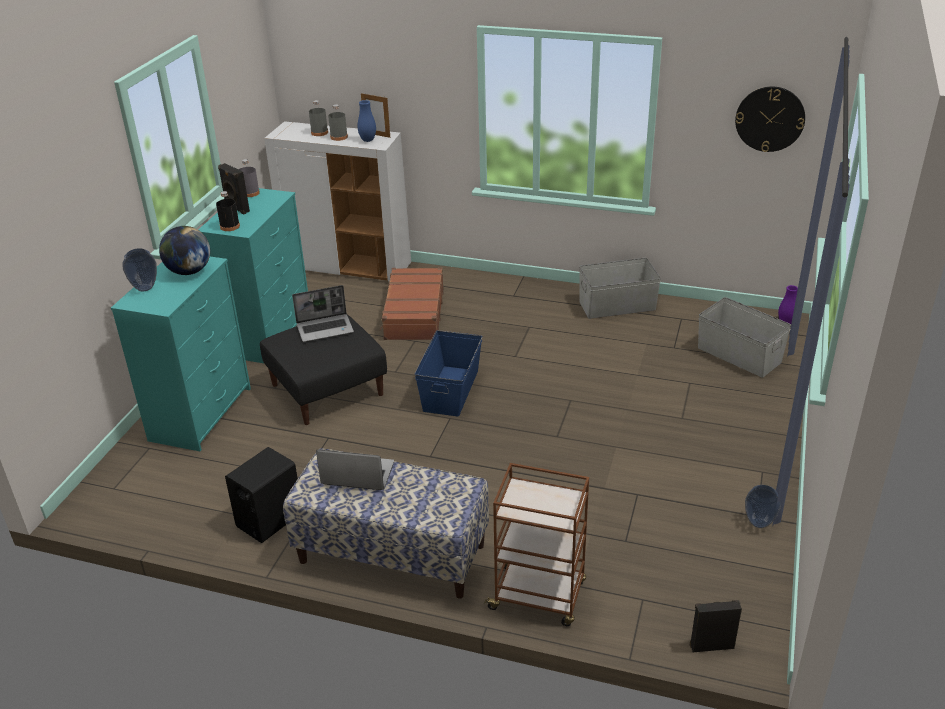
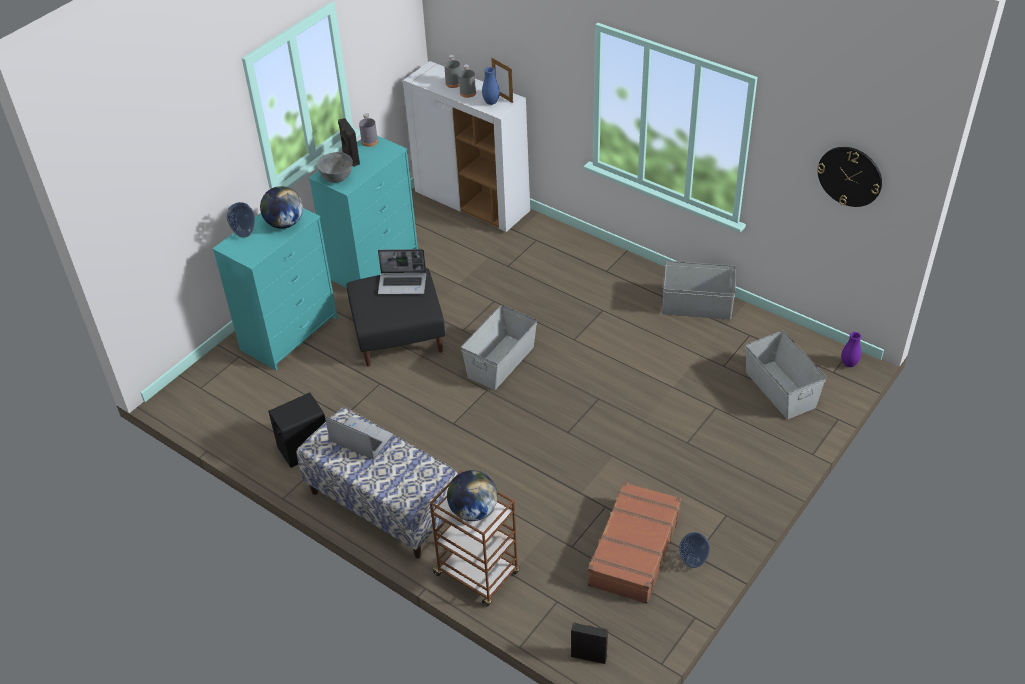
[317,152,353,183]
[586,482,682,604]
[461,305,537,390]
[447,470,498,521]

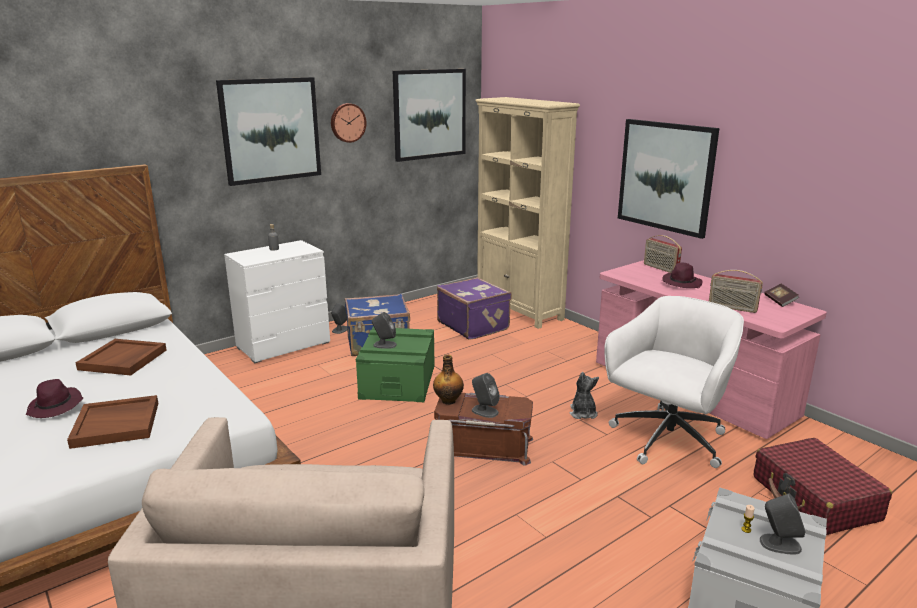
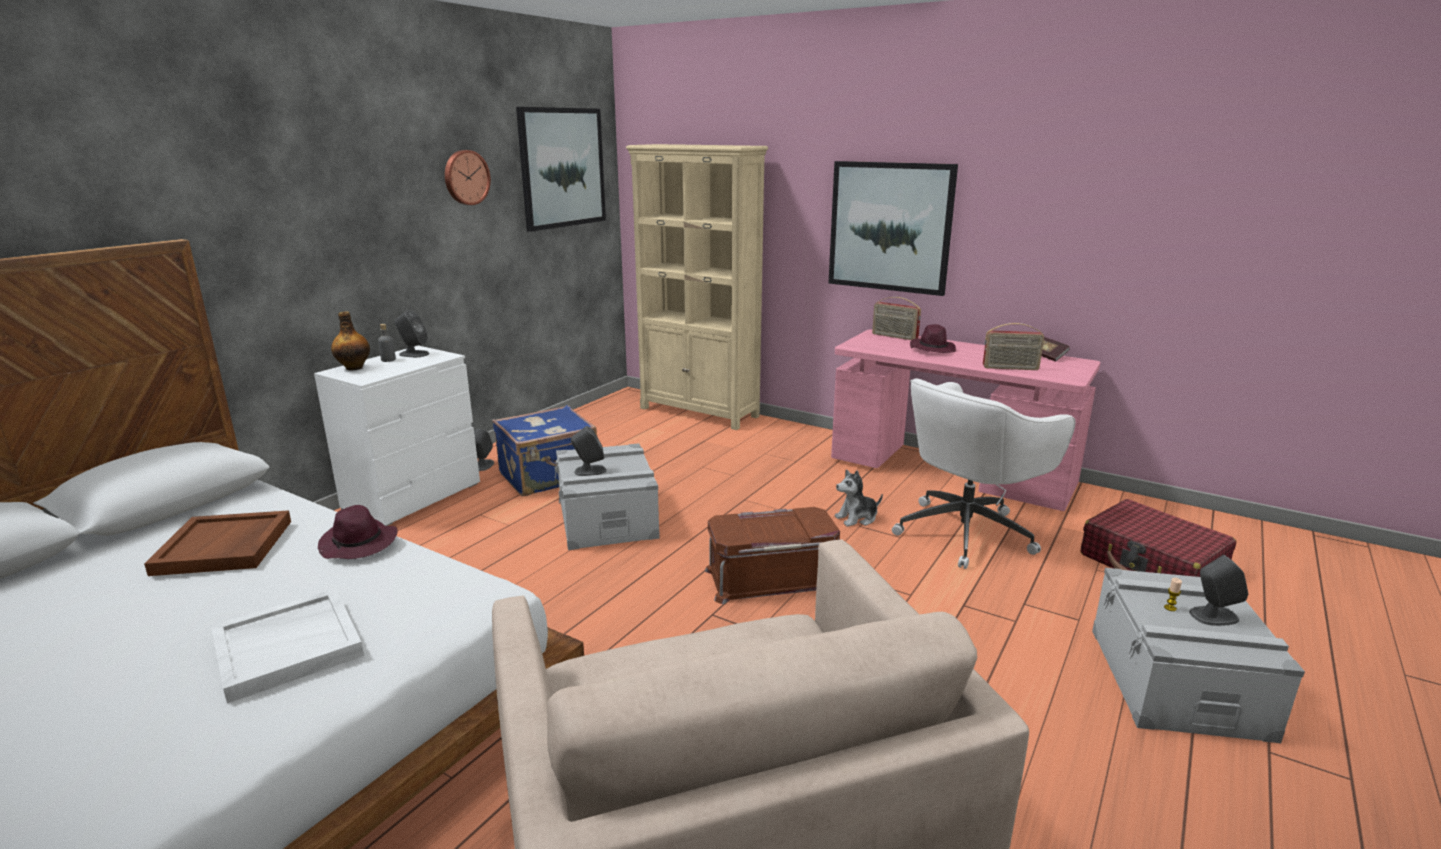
[318,505,398,559]
[211,588,364,704]
[216,77,321,186] (first image)
[555,443,660,550]
[331,311,370,371]
[437,277,512,340] (first image)
[394,310,429,357]
[835,469,883,527]
[892,378,1075,569]

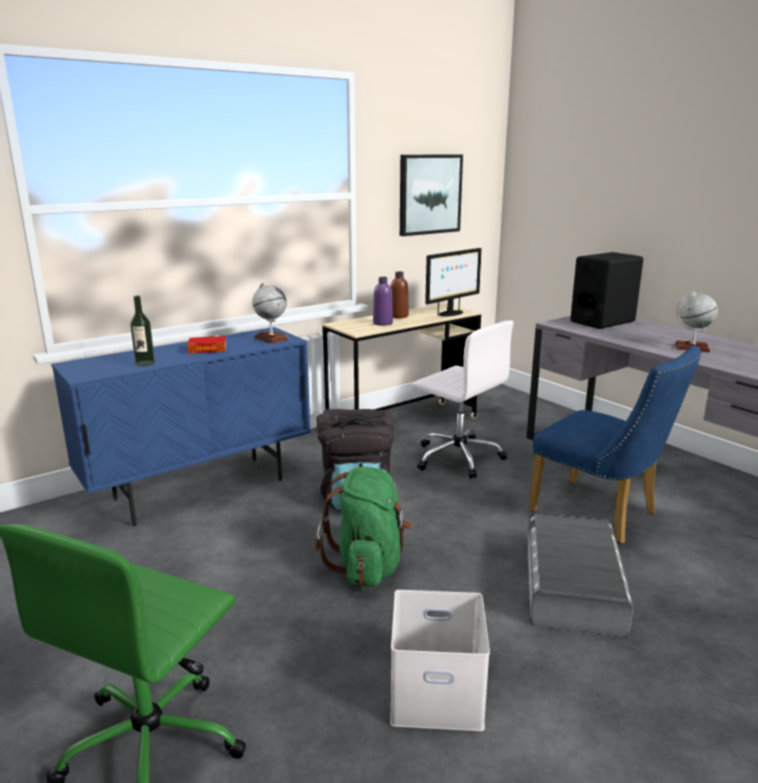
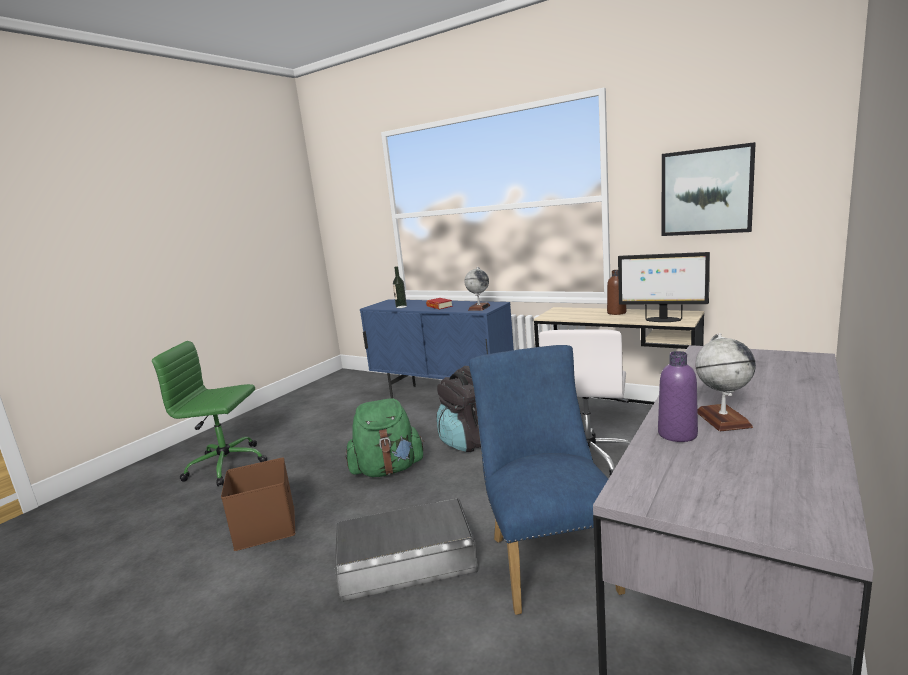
[658,351,698,442]
[221,458,295,551]
[469,345,625,615]
[570,252,643,329] (first image)

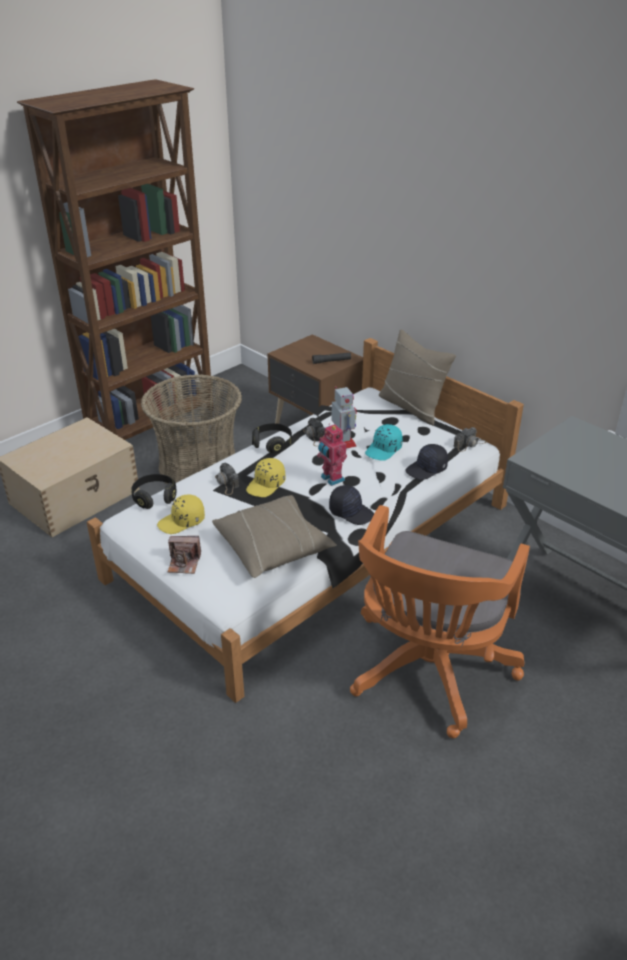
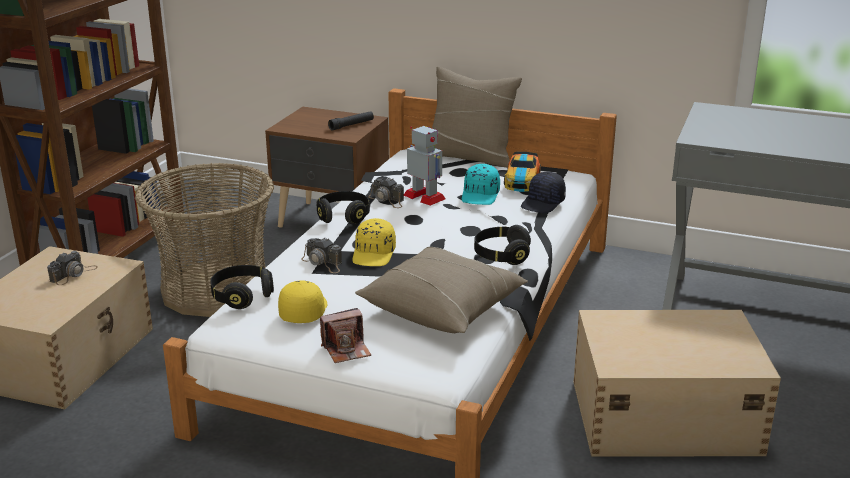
[278,280,328,323]
[317,423,347,486] (first image)
[474,225,531,265]
[573,310,781,457]
[47,251,98,285]
[504,152,541,192]

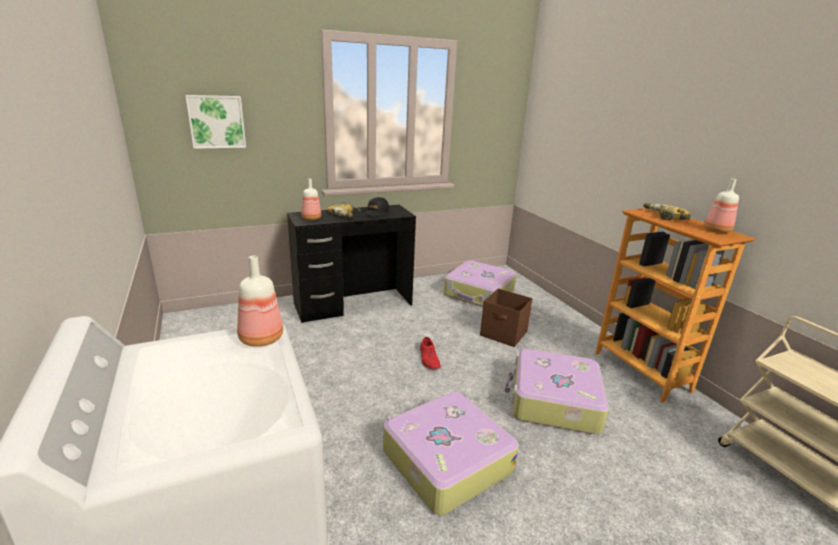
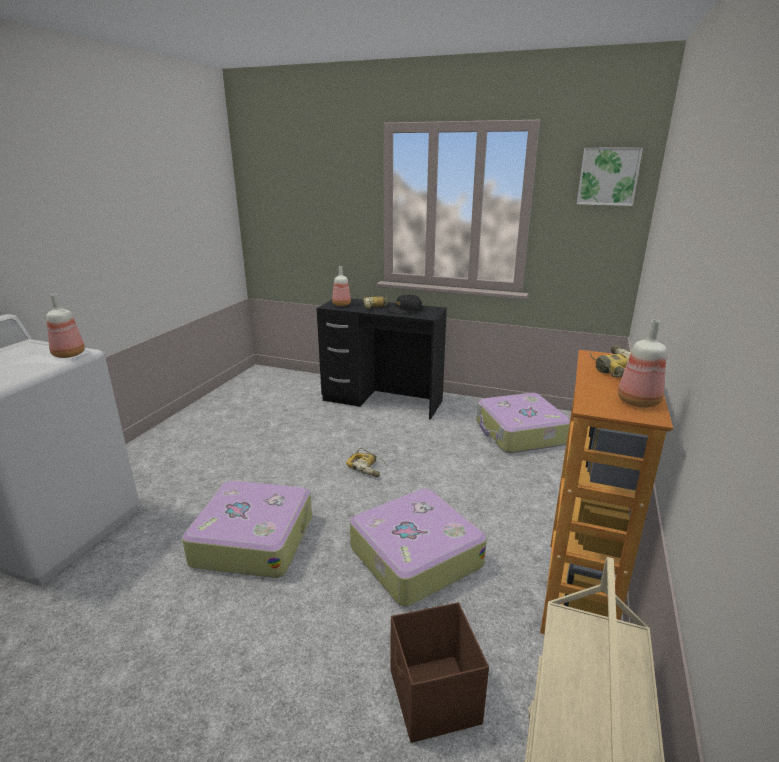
[577,147,643,206]
[346,448,386,477]
[391,602,489,743]

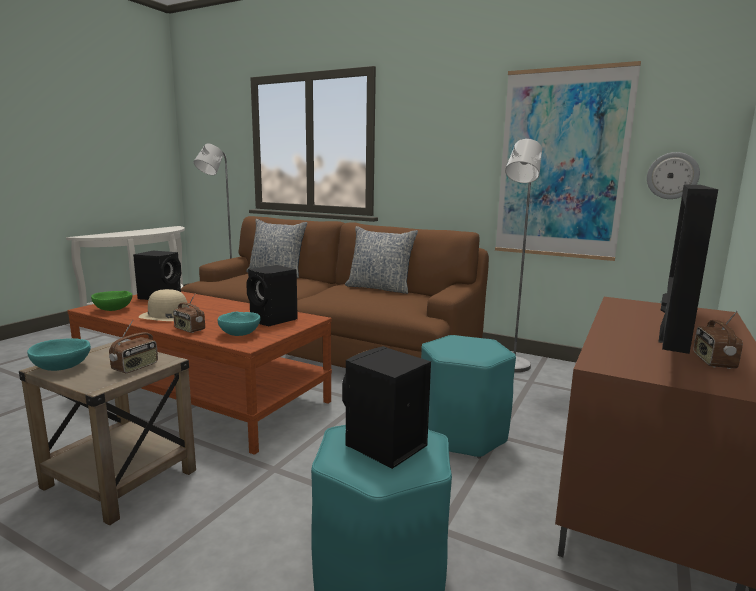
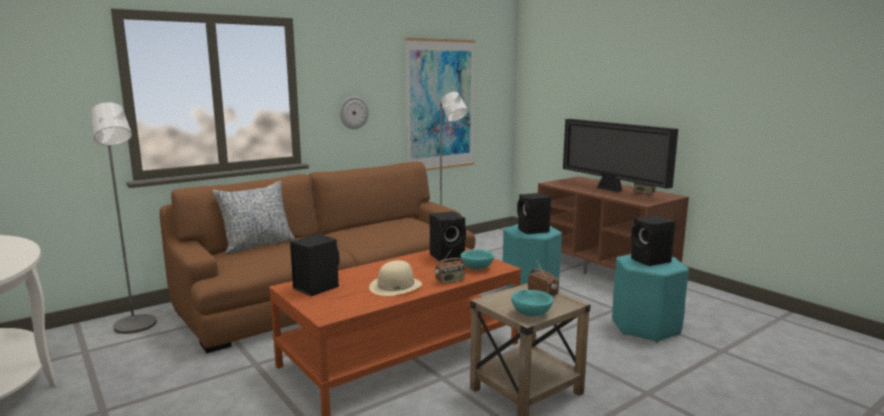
[91,291,132,311] (first image)
[345,226,418,294] (first image)
[340,96,369,129]
[517,193,551,234]

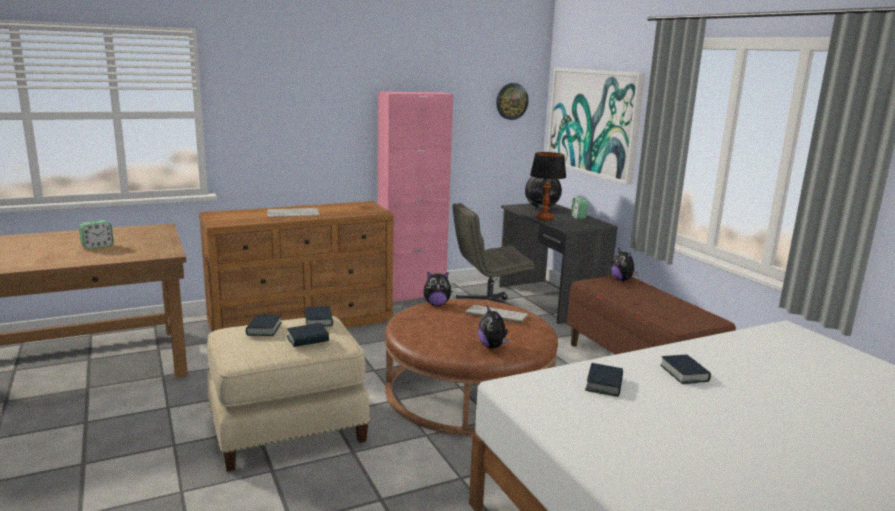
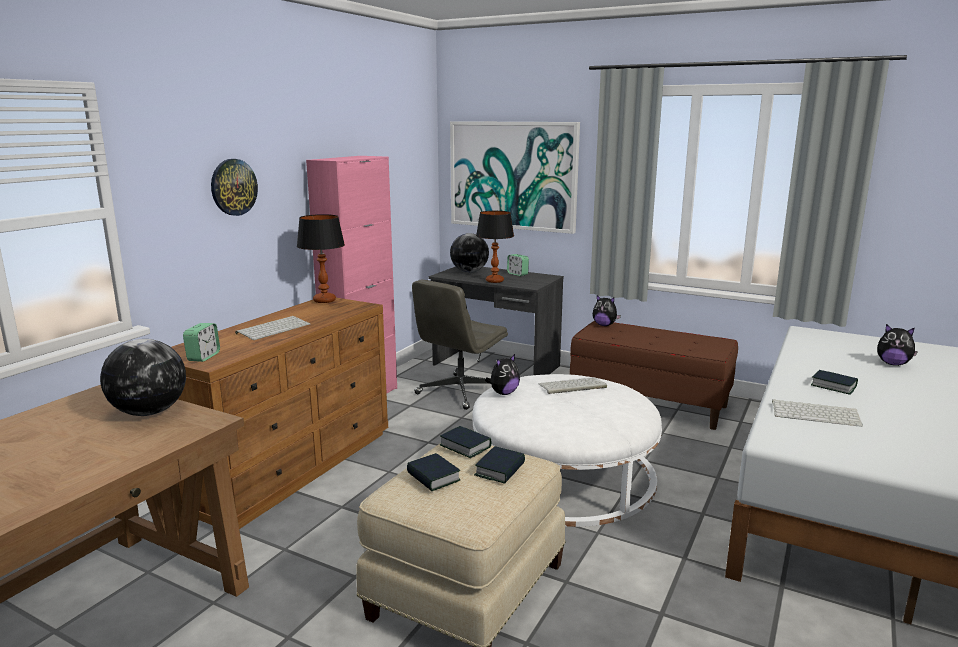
[183,323,220,362]
[473,374,662,527]
[877,324,918,366]
[211,159,258,216]
[772,399,863,427]
[100,339,186,416]
[297,214,345,303]

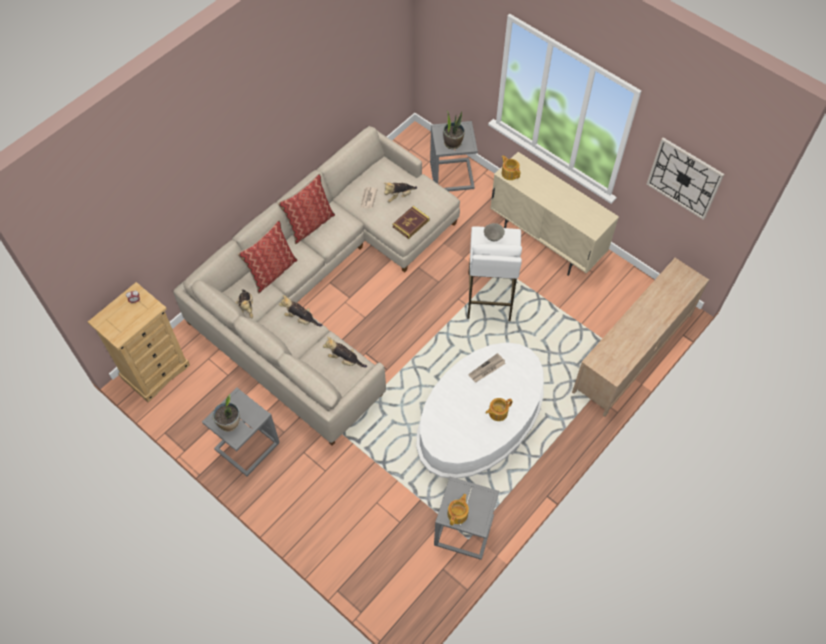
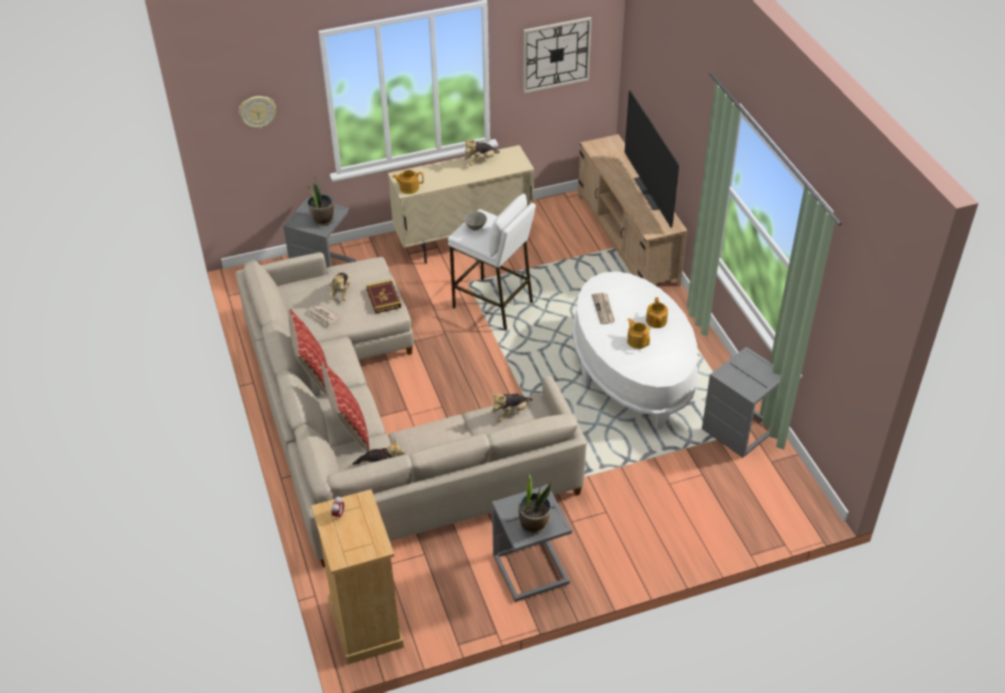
[464,139,500,166]
[627,318,650,349]
[239,96,276,129]
[625,90,679,228]

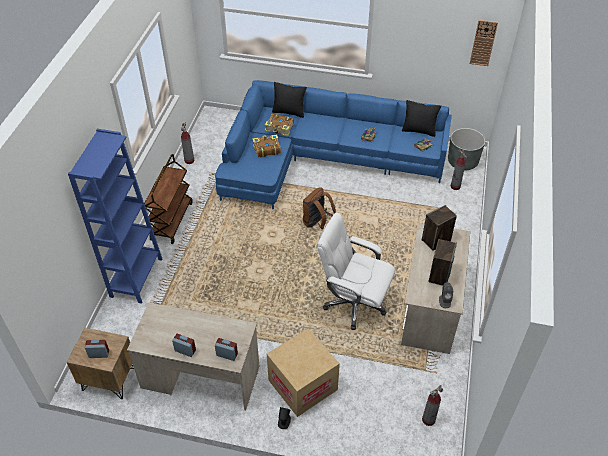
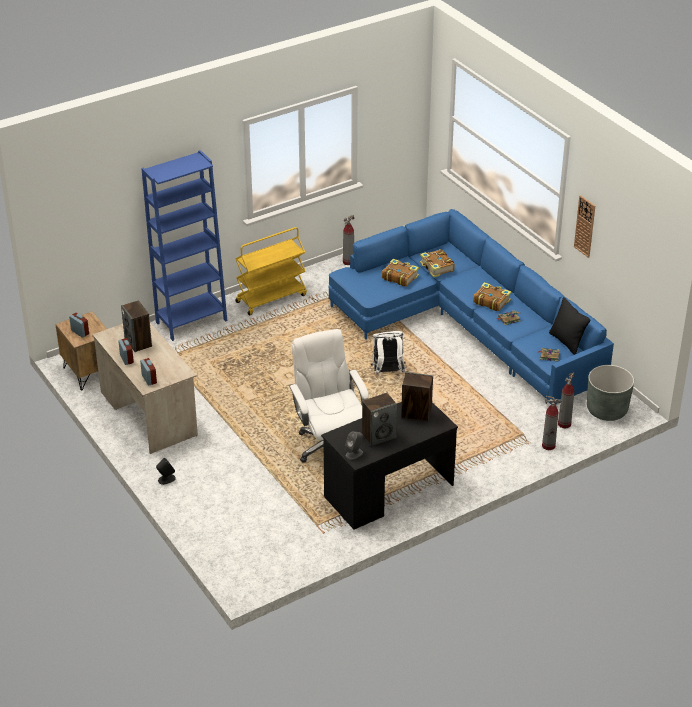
[235,227,307,315]
[267,328,340,417] (first image)
[272,82,307,118] (first image)
[371,331,405,374]
[321,402,458,530]
[542,396,562,450]
[574,195,595,258]
[121,300,152,352]
[473,282,511,311]

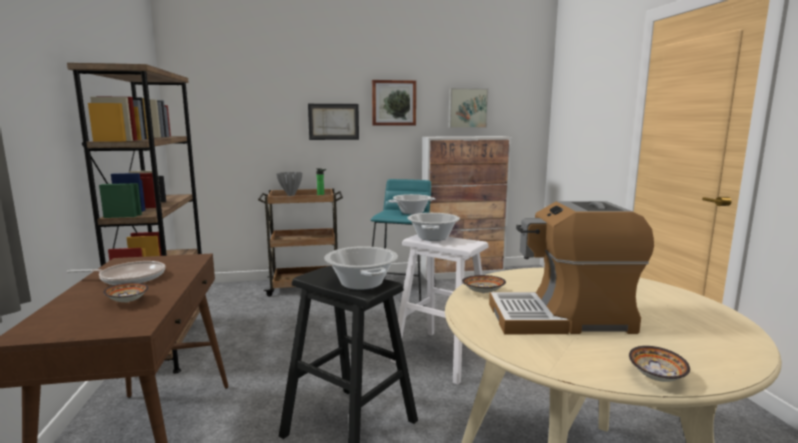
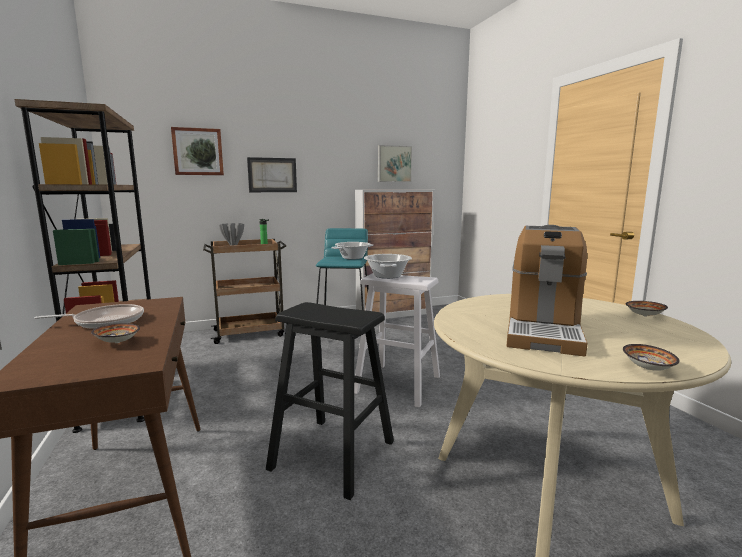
[324,246,398,290] (first image)
[171,127,224,175]
[626,301,668,317]
[507,225,588,357]

